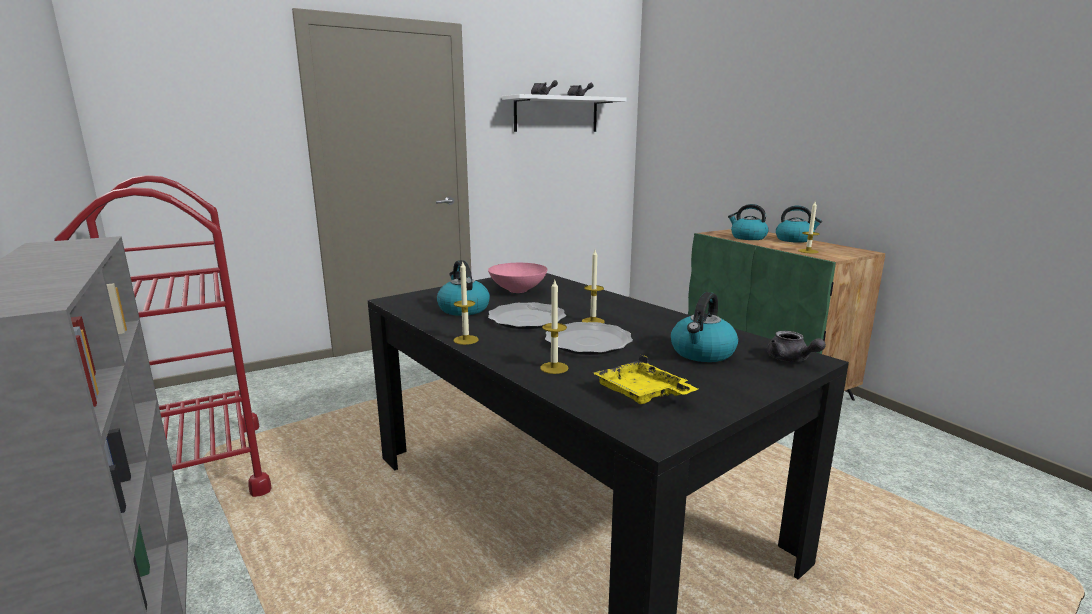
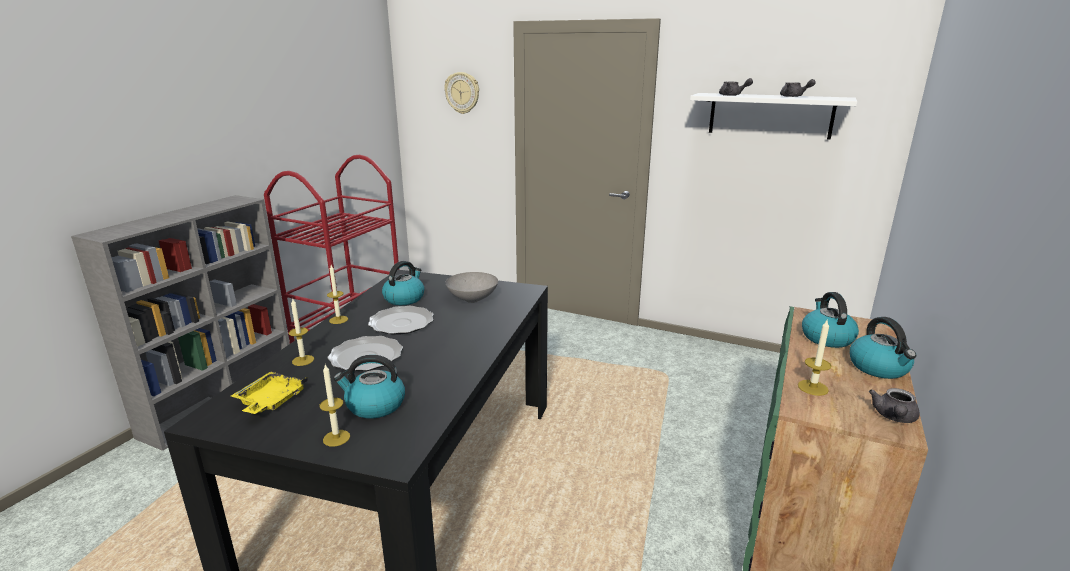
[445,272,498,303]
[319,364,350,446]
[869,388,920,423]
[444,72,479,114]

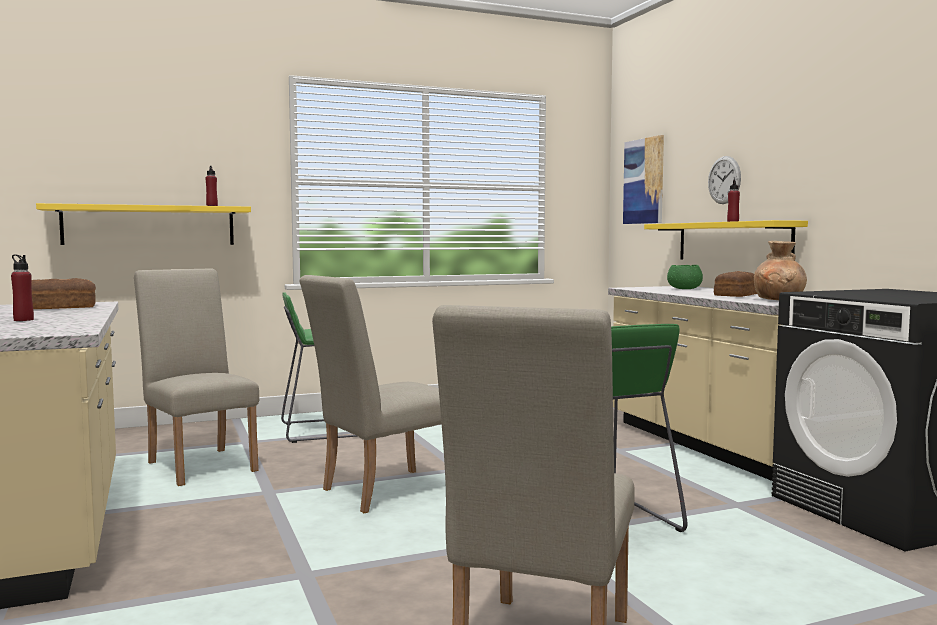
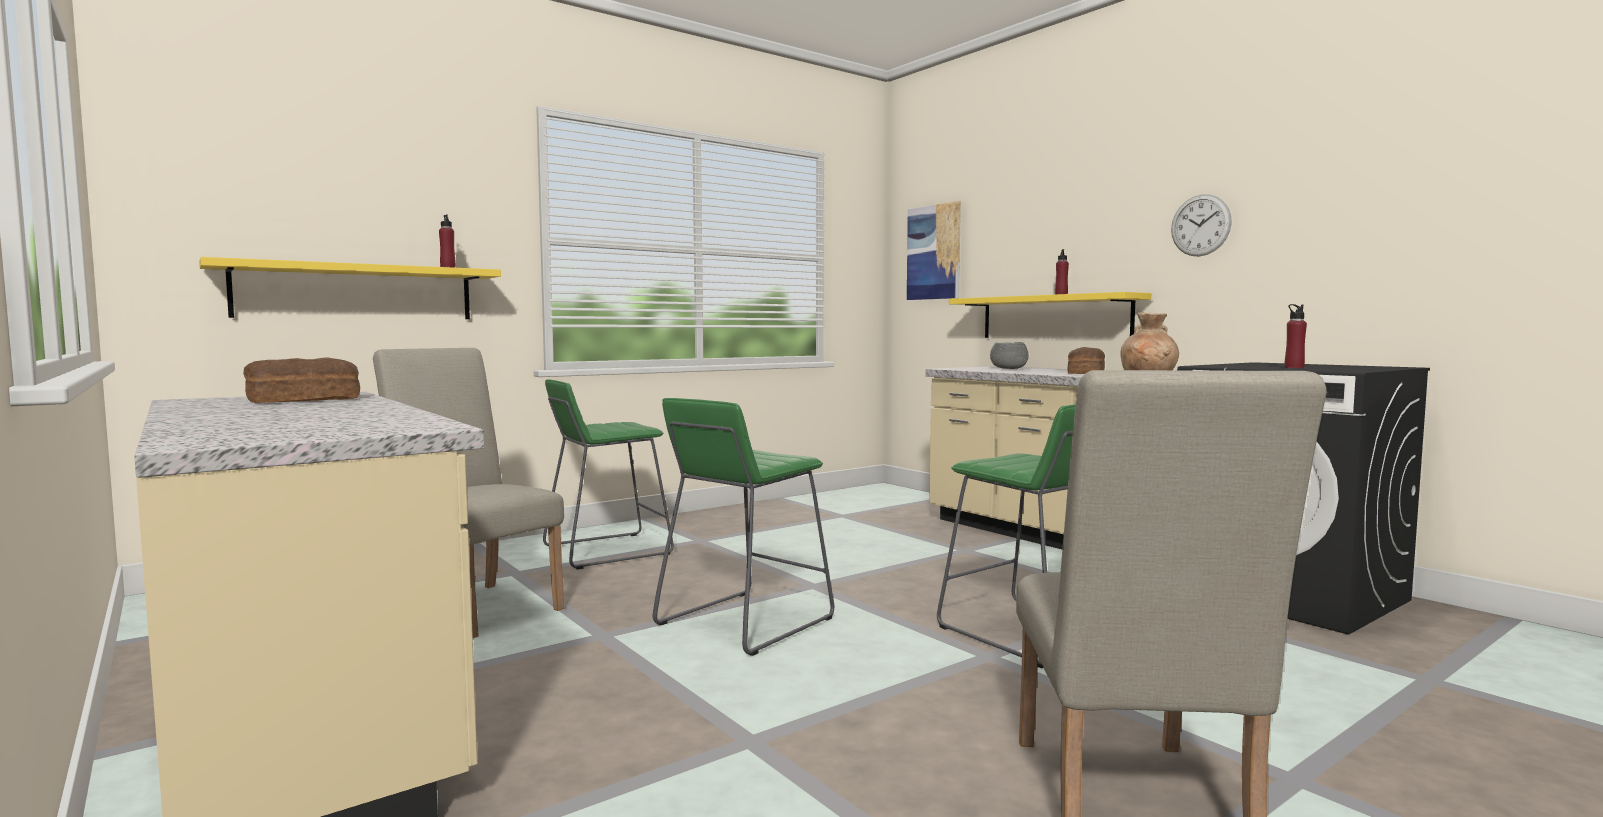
[1285,304,1307,368]
[653,398,834,656]
[990,342,1029,369]
[1171,194,1232,256]

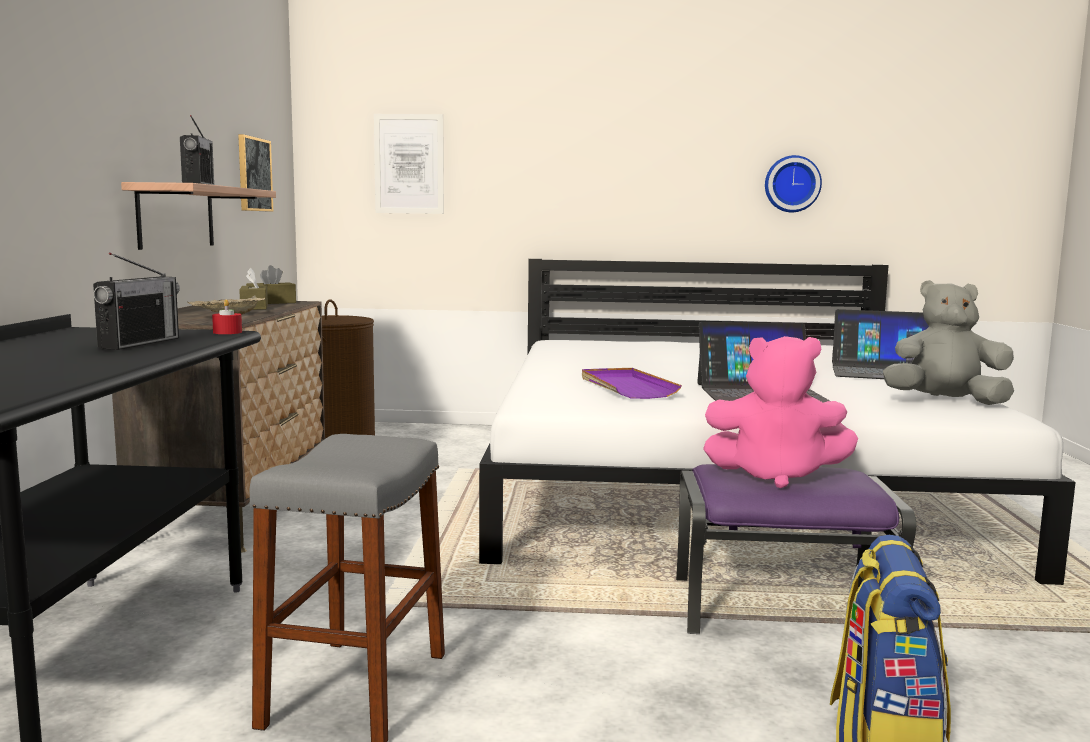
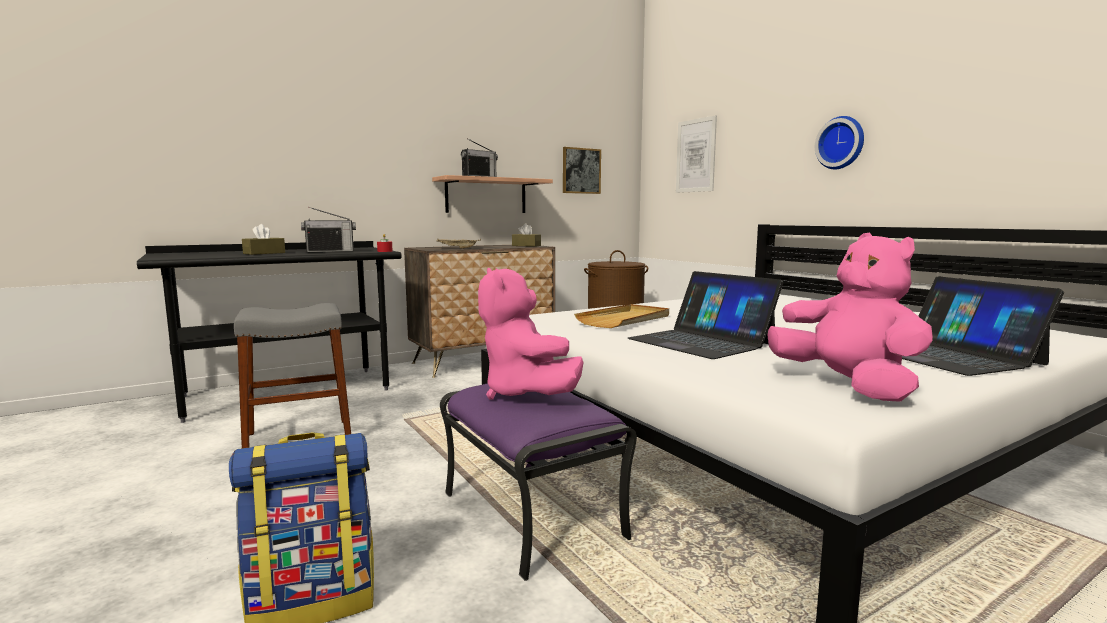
[242,224,285,255]
[574,304,669,328]
[815,116,864,169]
[768,232,933,402]

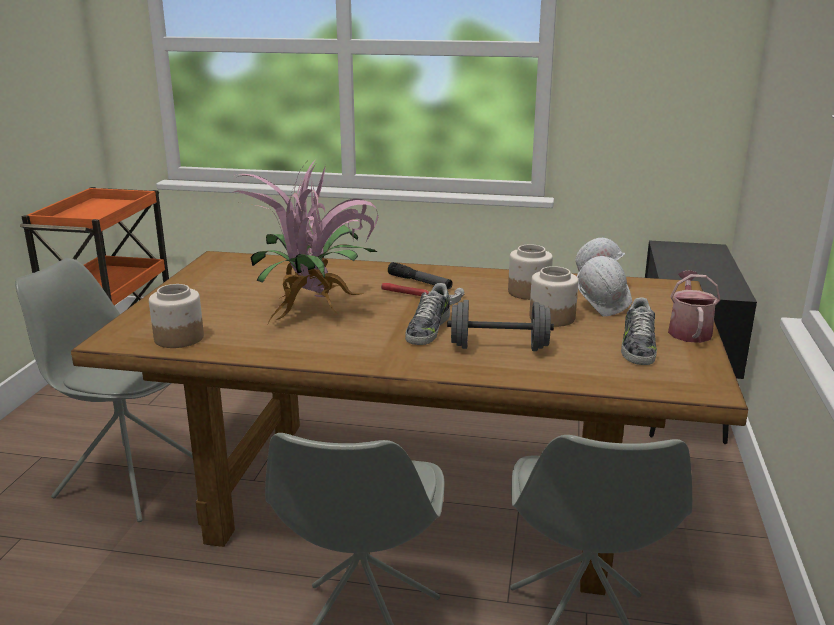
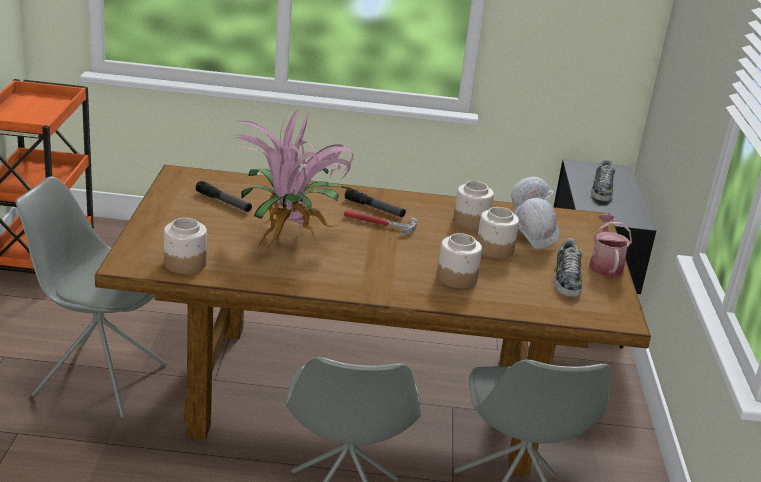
[591,159,615,201]
[437,233,482,288]
[196,181,252,212]

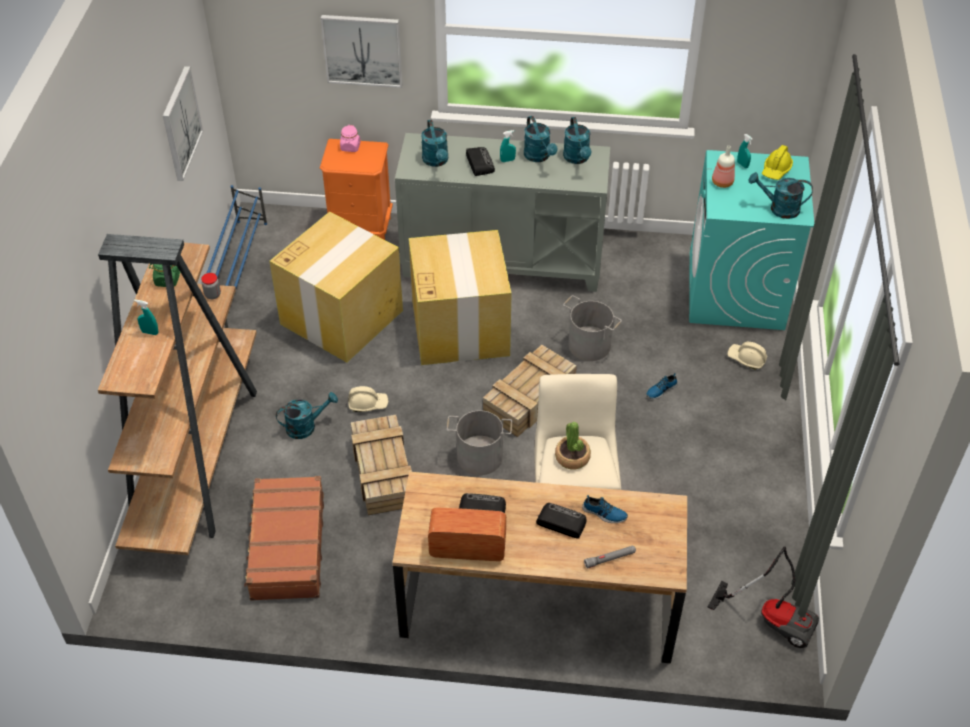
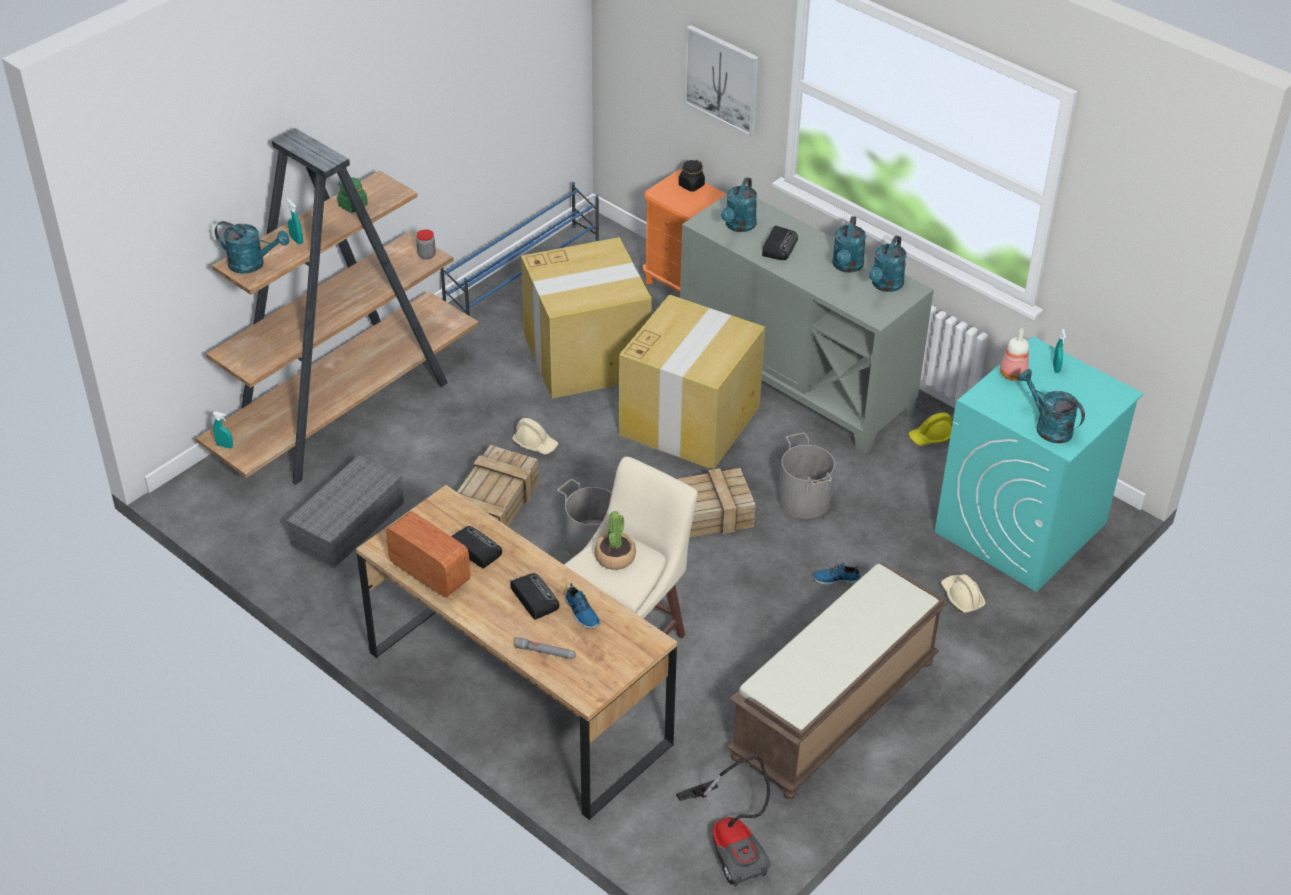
[163,66,203,181] (first image)
[286,455,404,569]
[215,221,289,274]
[679,160,705,192]
[213,412,233,449]
[908,413,952,446]
[726,562,948,799]

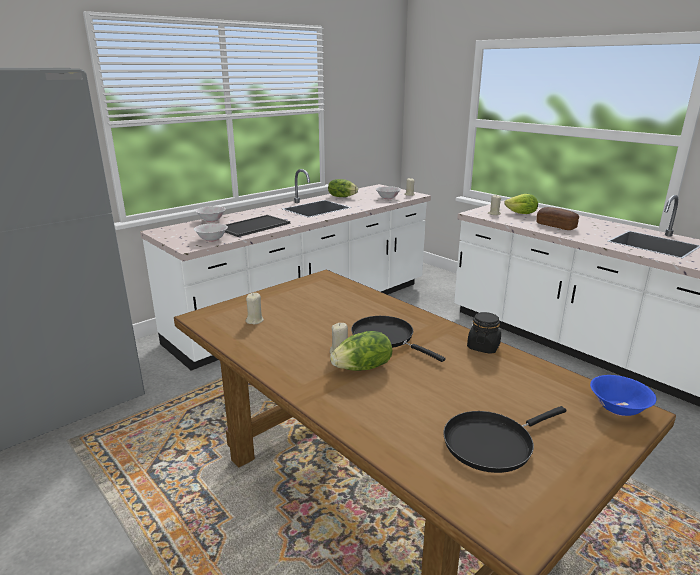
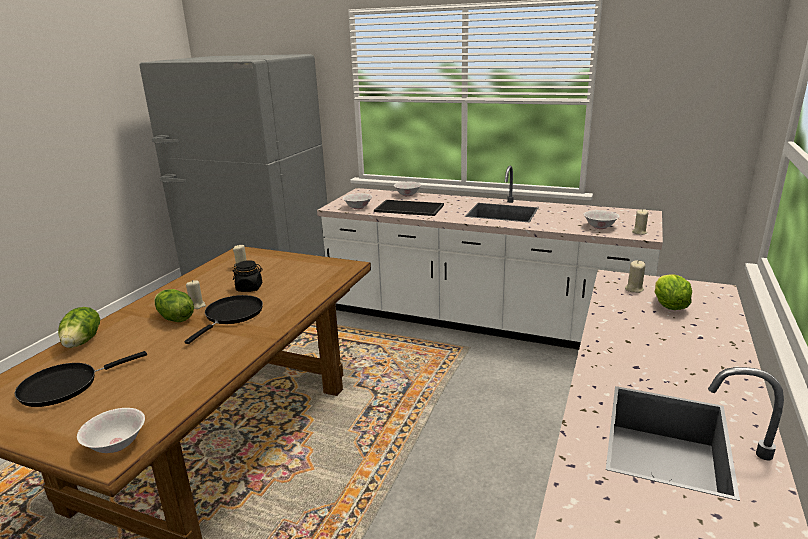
[58,307,100,348]
[15,351,147,407]
[232,260,263,292]
[536,207,579,230] (first image)
[77,408,145,453]

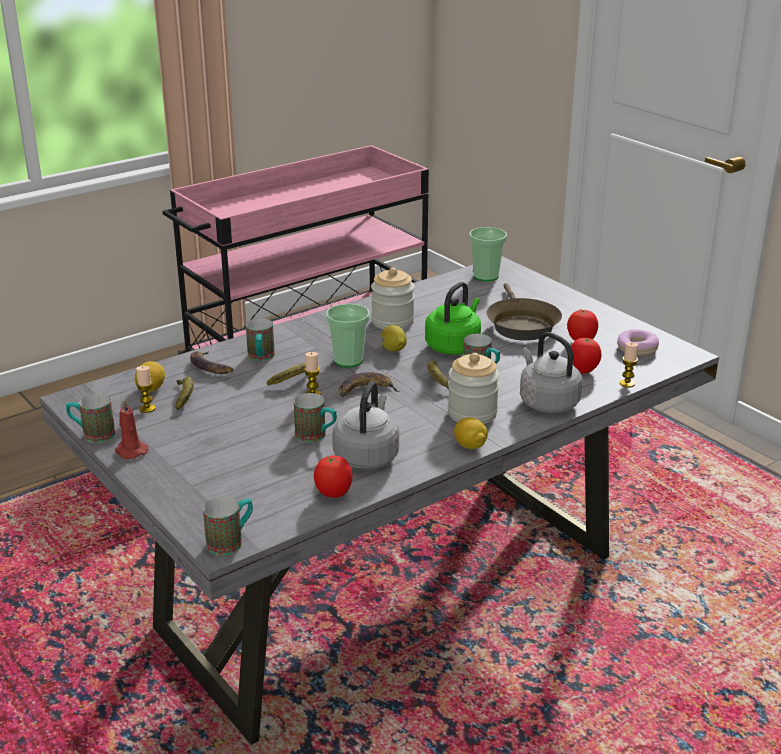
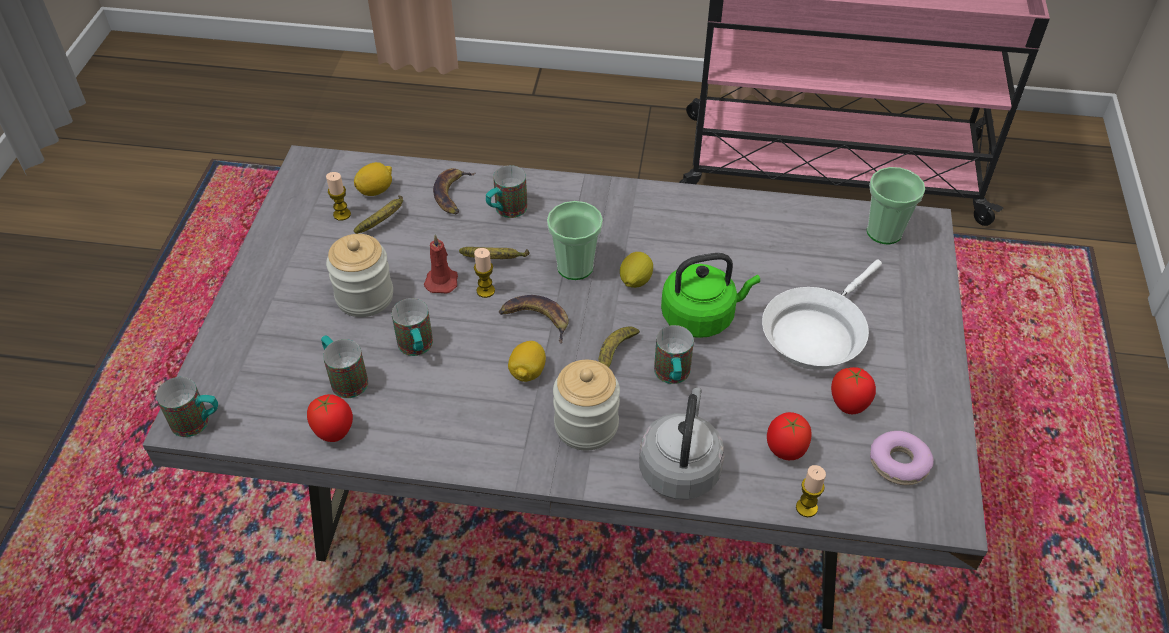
[321,336,368,398]
[424,234,458,293]
[332,381,399,469] (first image)
[326,234,393,317]
[508,341,546,382]
[762,259,882,370]

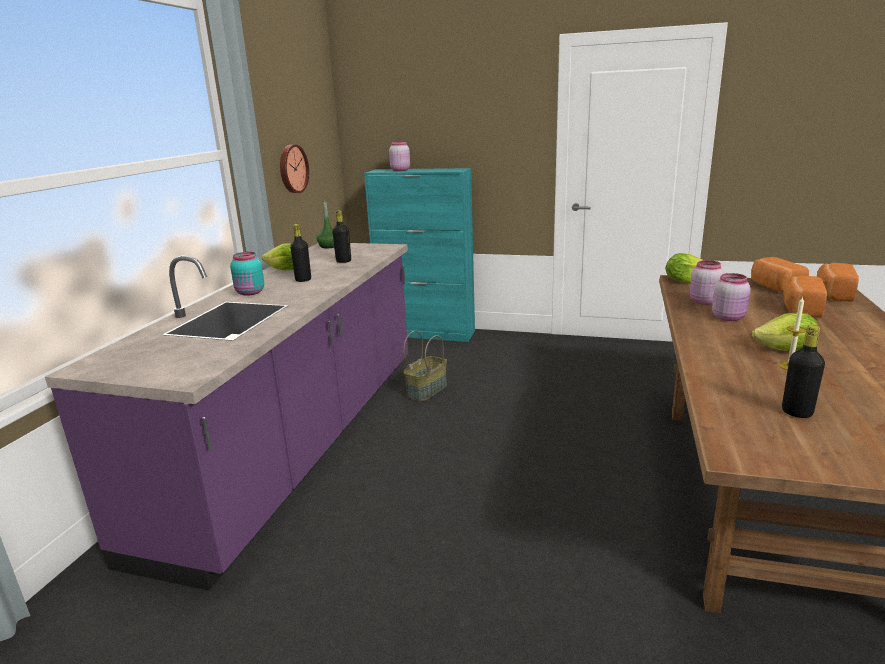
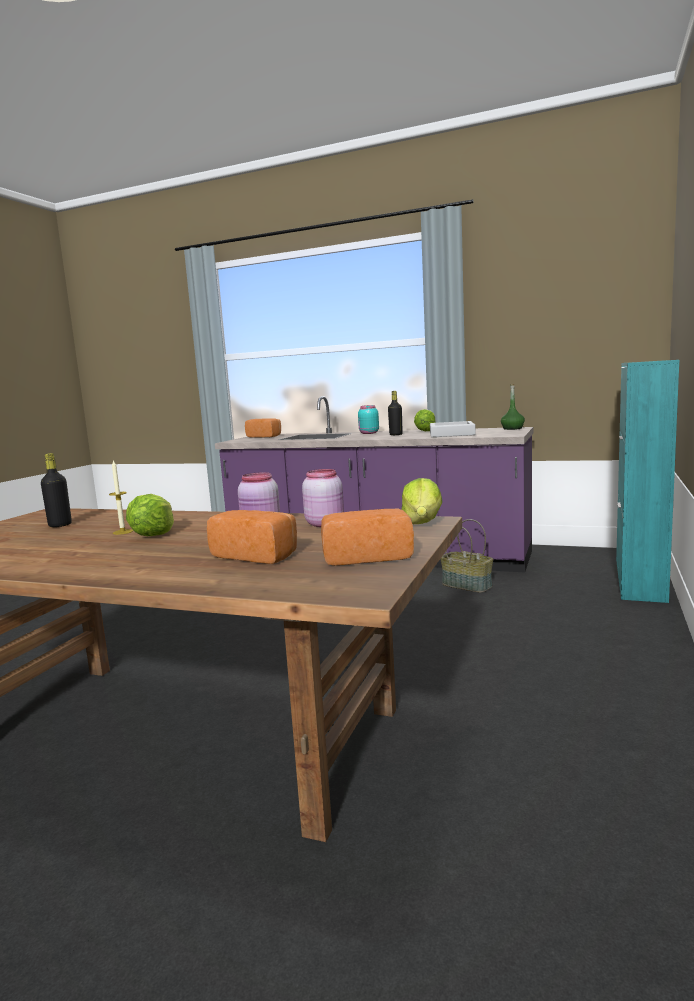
[280,144,309,193] (first image)
[430,421,476,437]
[389,142,410,171] (first image)
[245,418,281,437]

